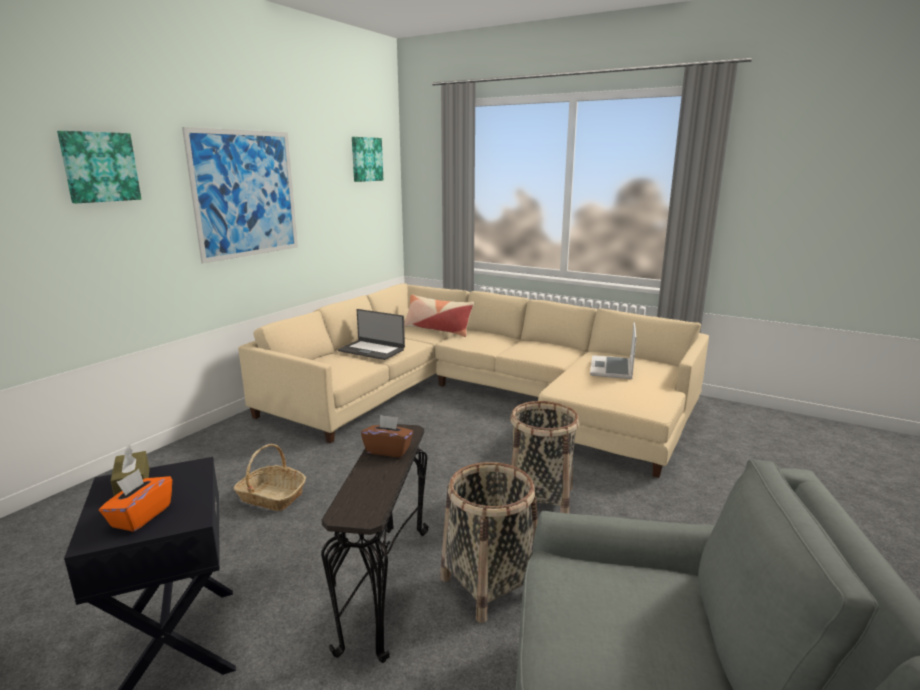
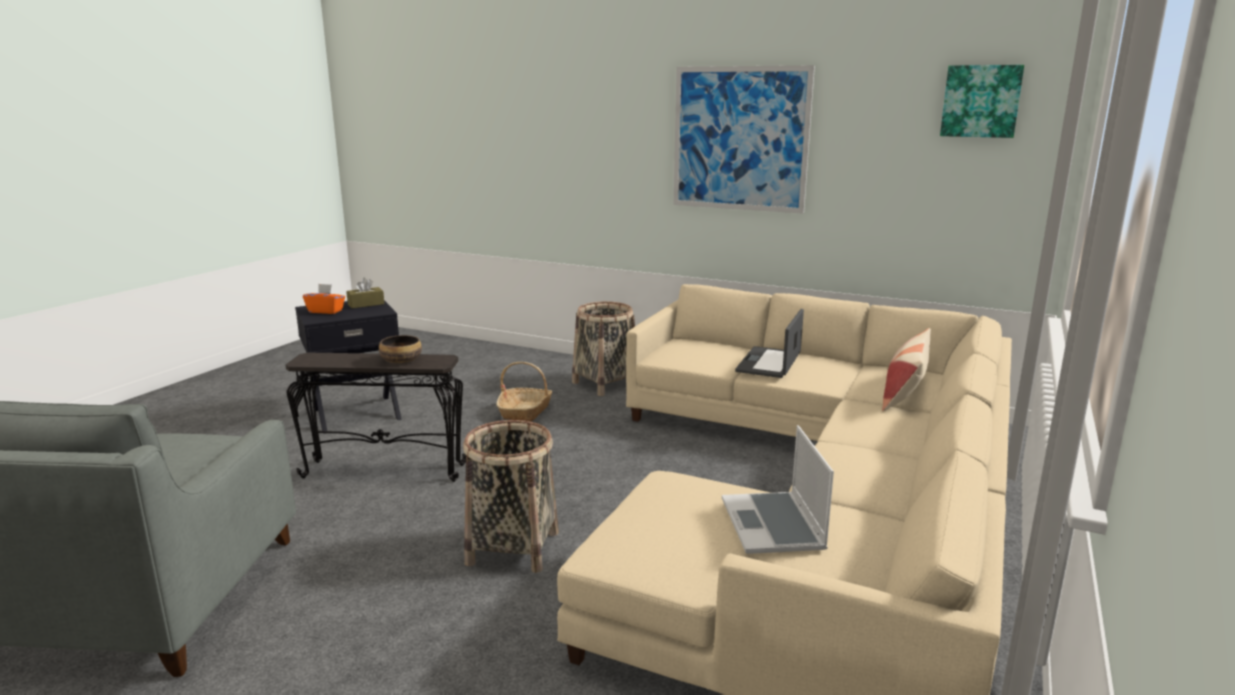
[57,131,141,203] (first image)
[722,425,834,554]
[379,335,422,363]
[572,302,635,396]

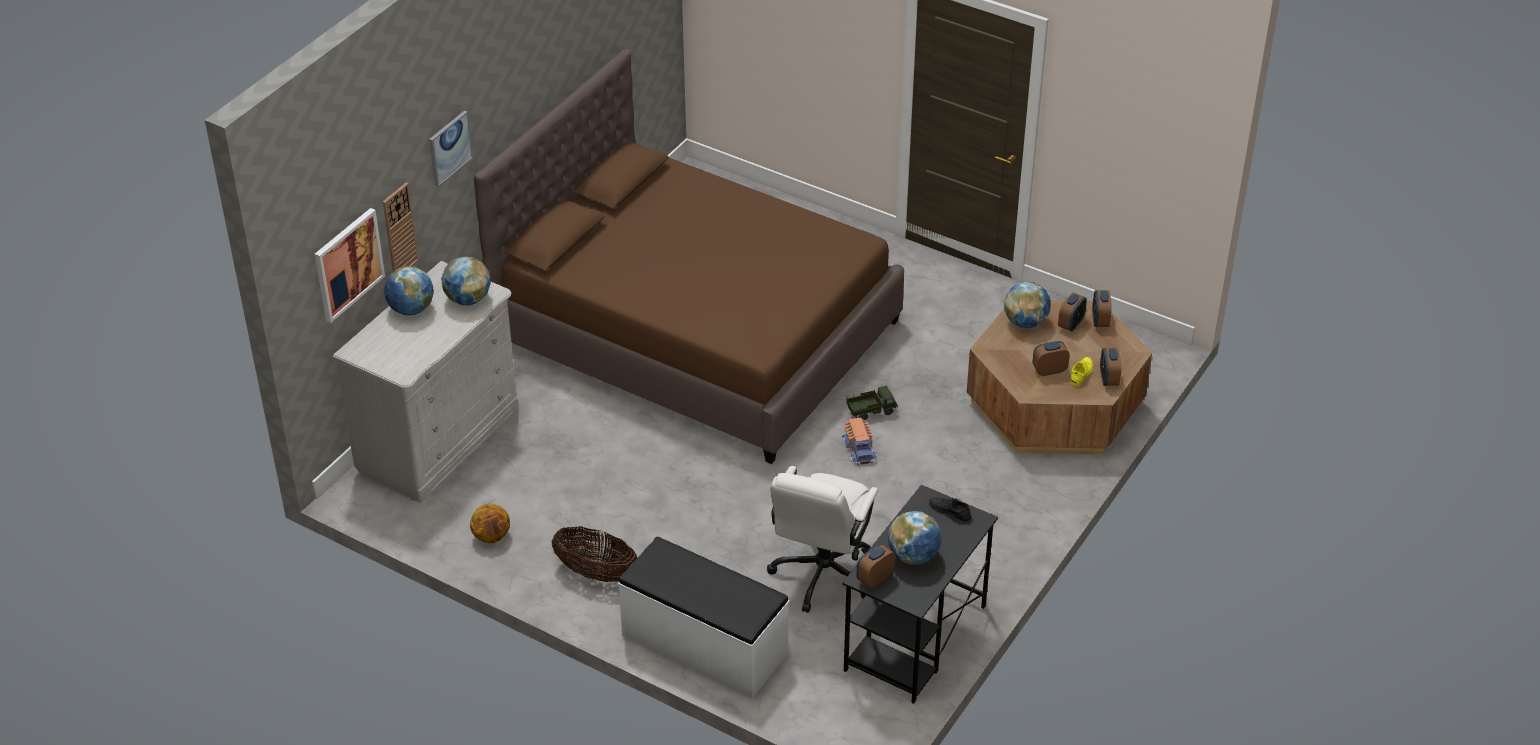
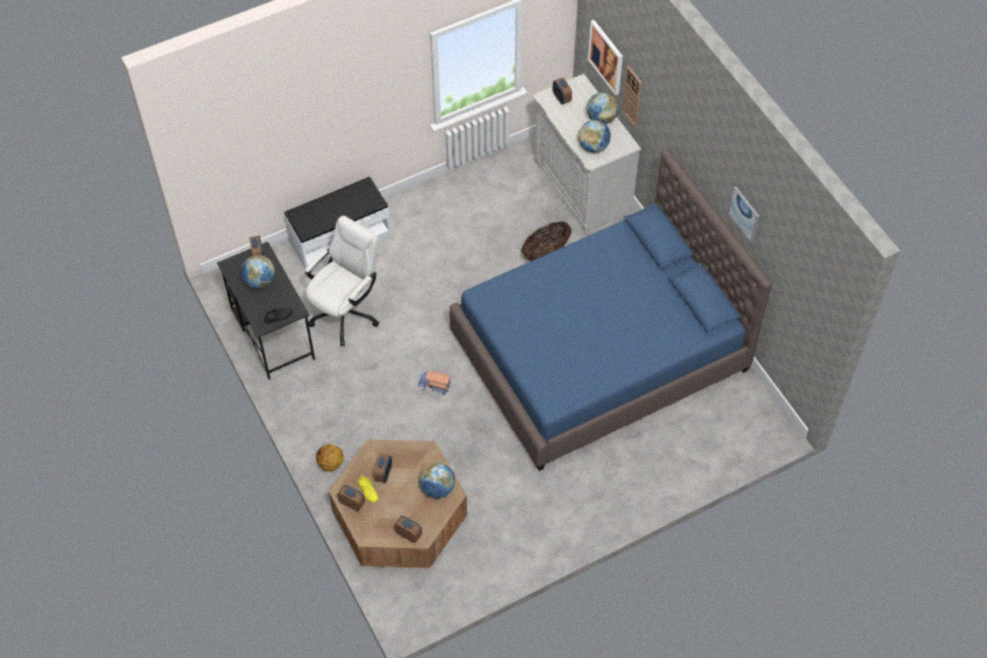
[450,148,772,471]
[728,187,759,242]
[553,77,572,104]
[847,386,898,420] (first image)
[305,216,379,346]
[316,444,344,472]
[522,222,571,261]

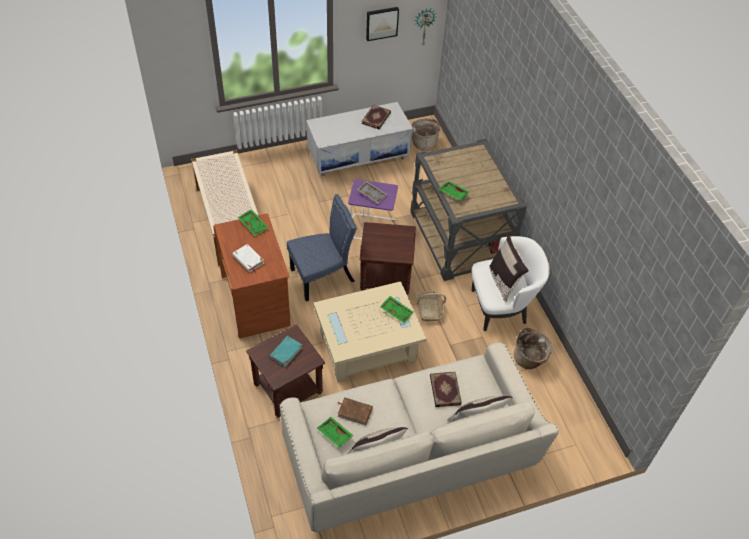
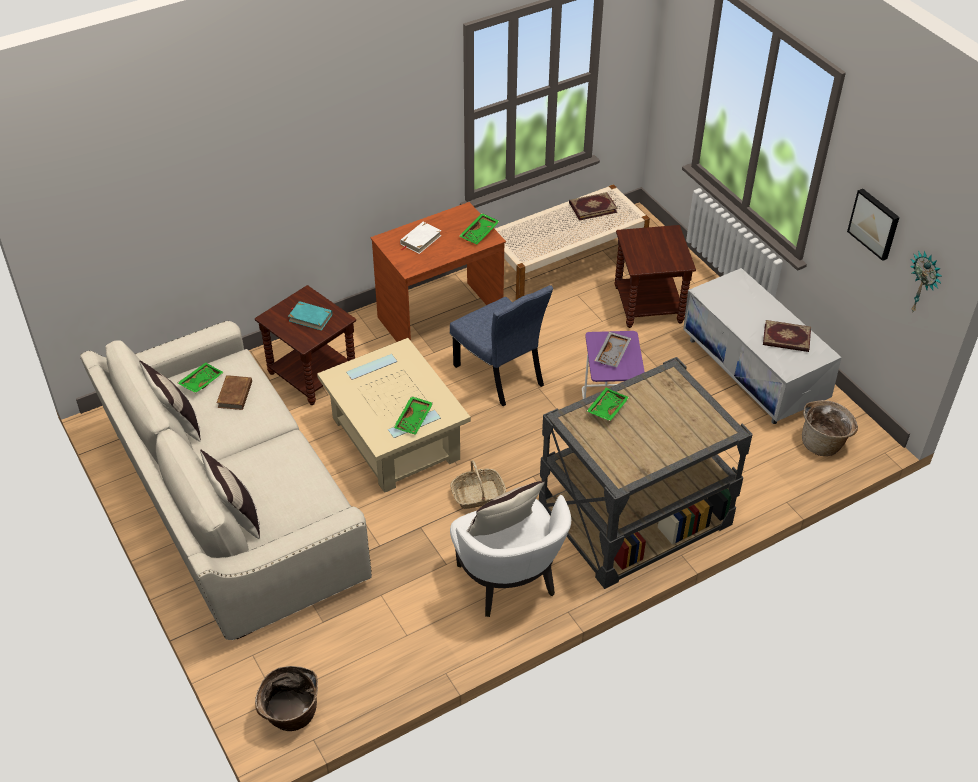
[614,225,696,328]
[255,666,318,731]
[569,192,618,221]

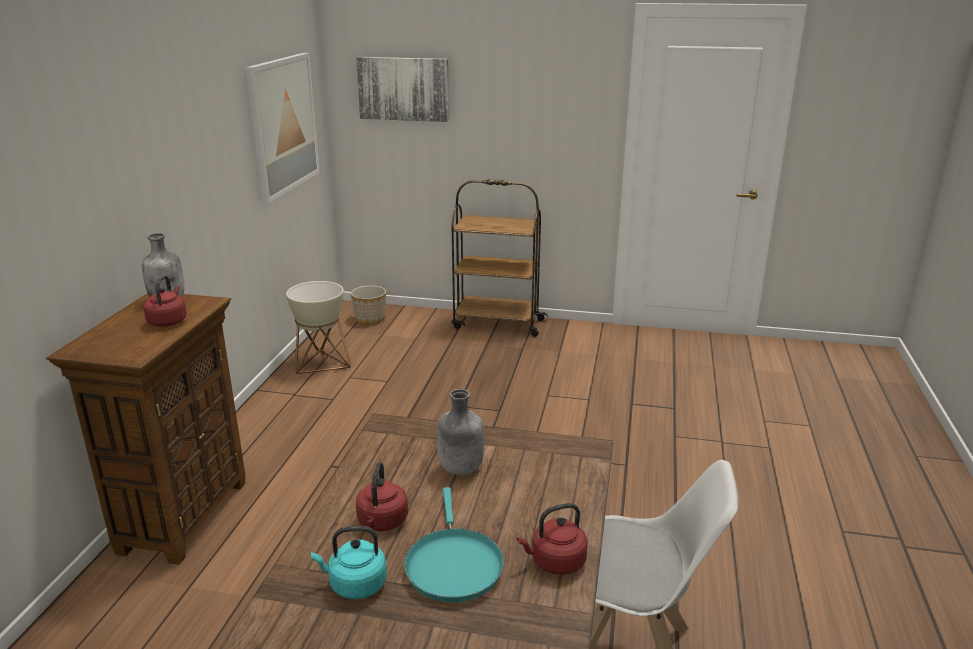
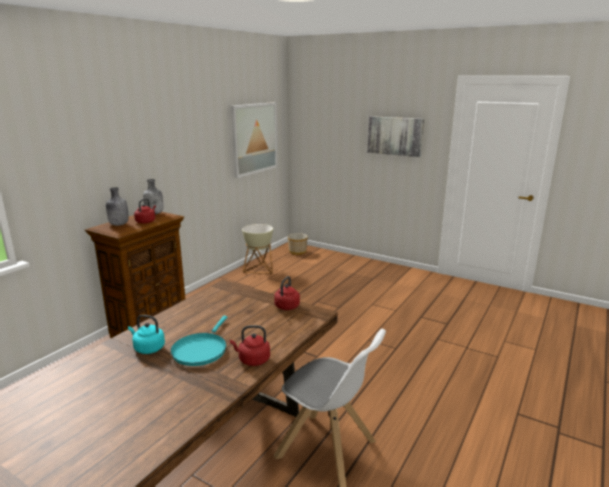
[367,116,424,157]
[451,179,548,337] (first image)
[106,187,129,226]
[274,276,300,310]

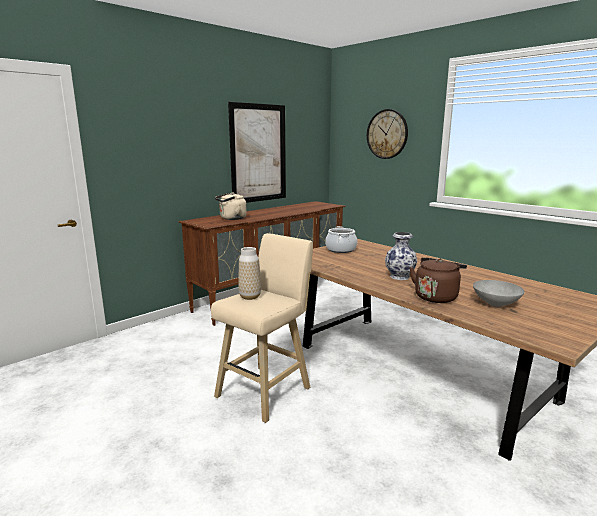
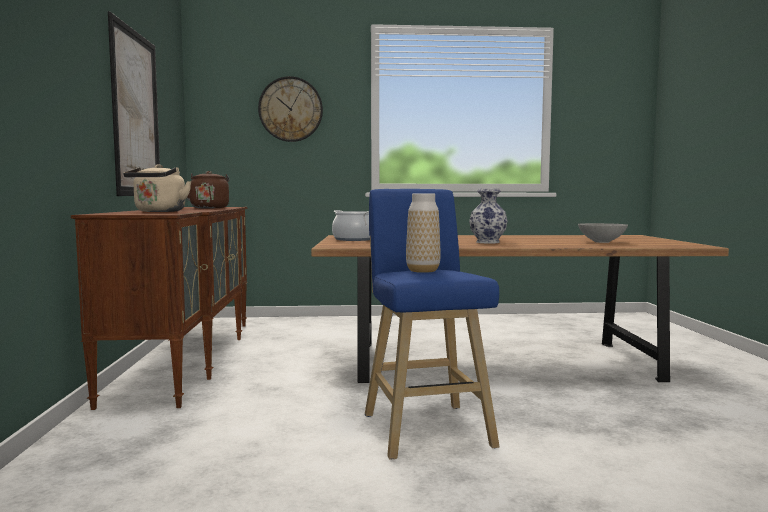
[365,189,500,460]
[187,171,229,208]

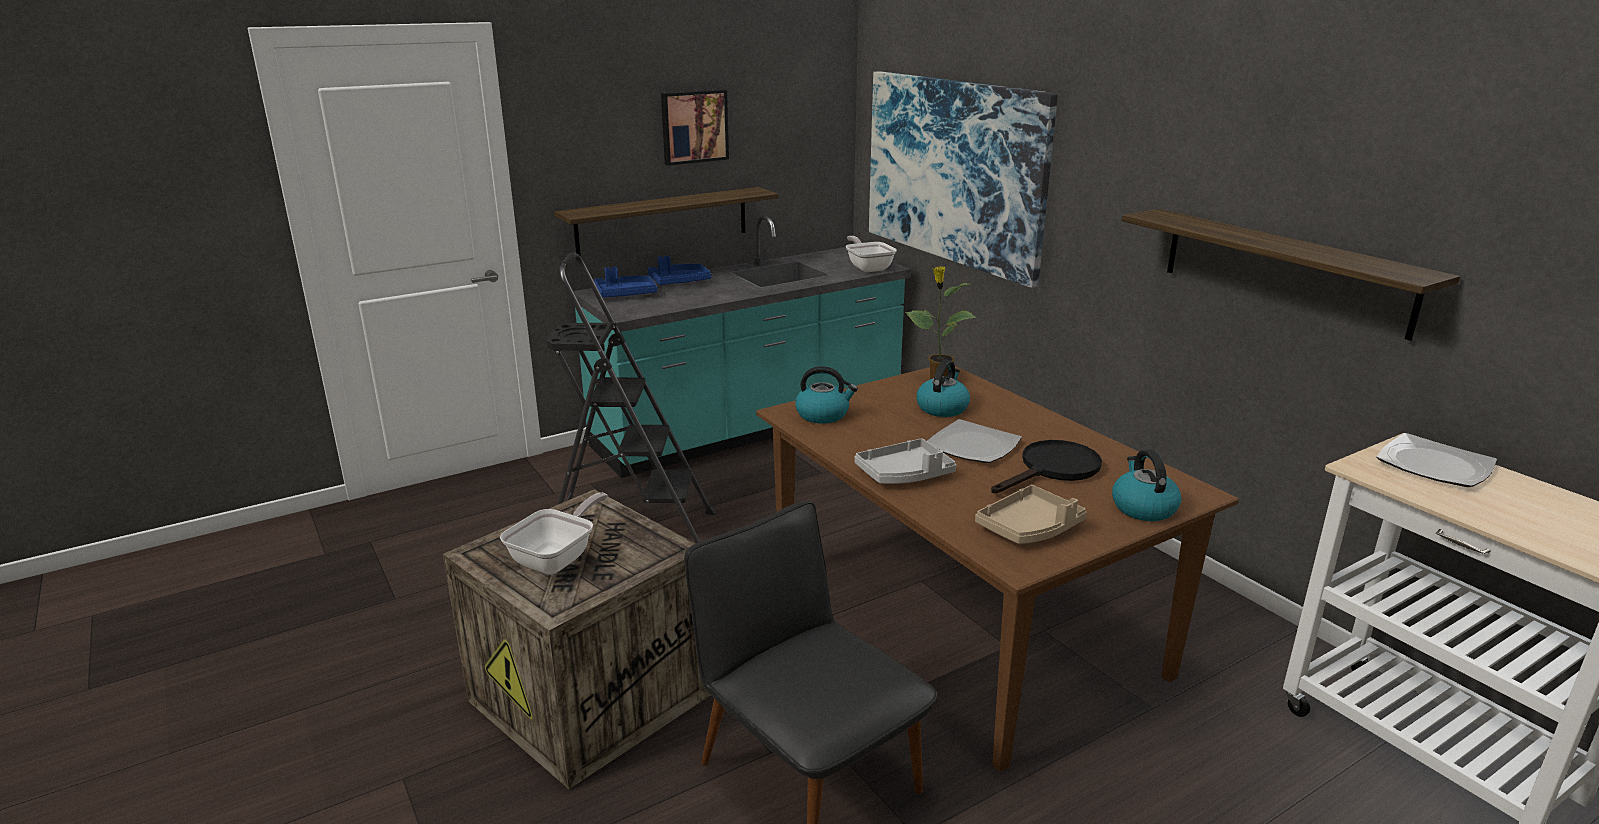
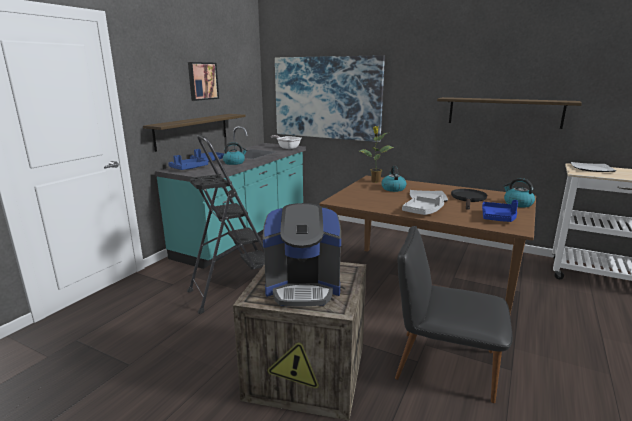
[223,142,247,165]
[482,200,518,222]
[263,203,341,306]

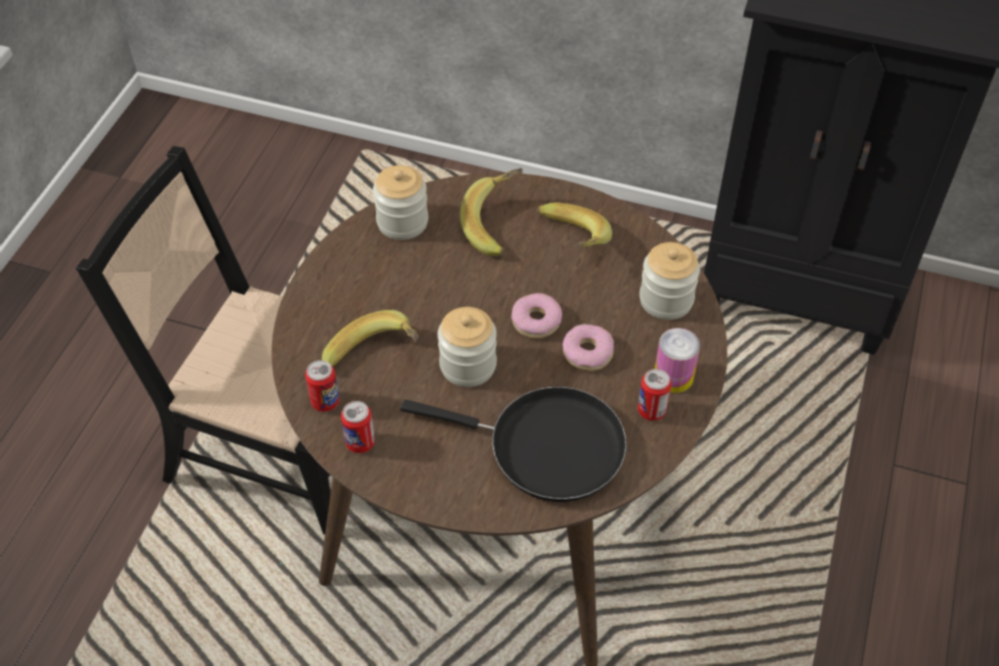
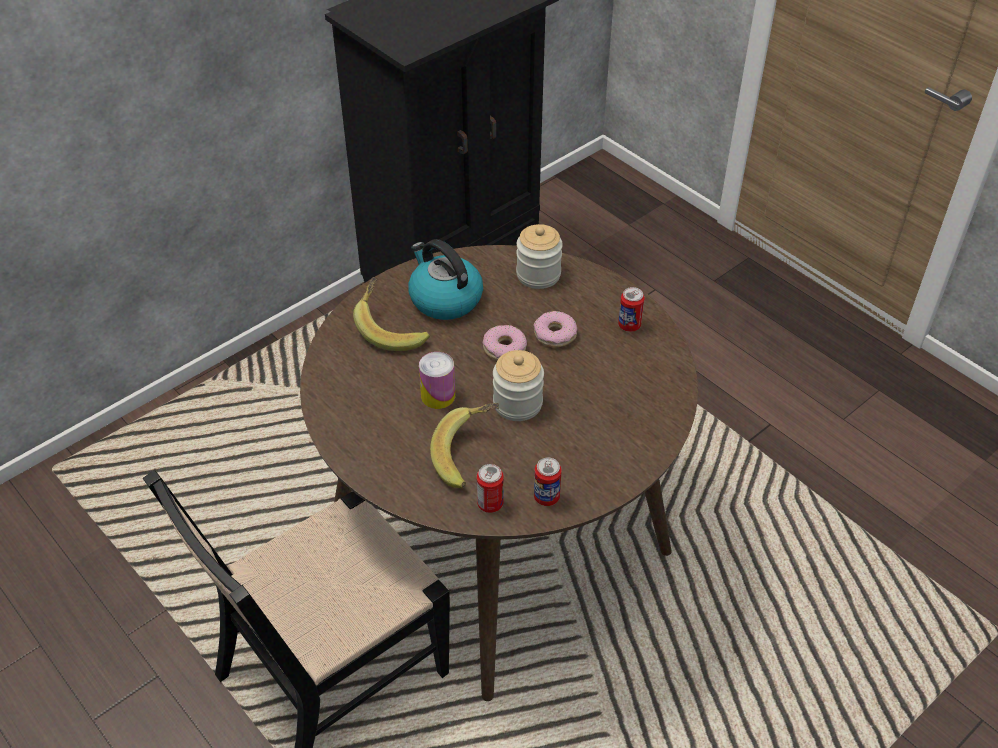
[373,165,428,240] (first image)
[408,239,483,320]
[419,352,455,409]
[400,387,627,502] (first image)

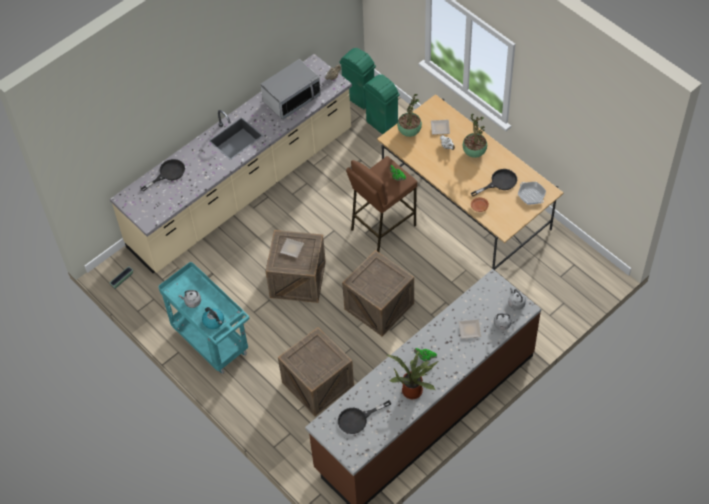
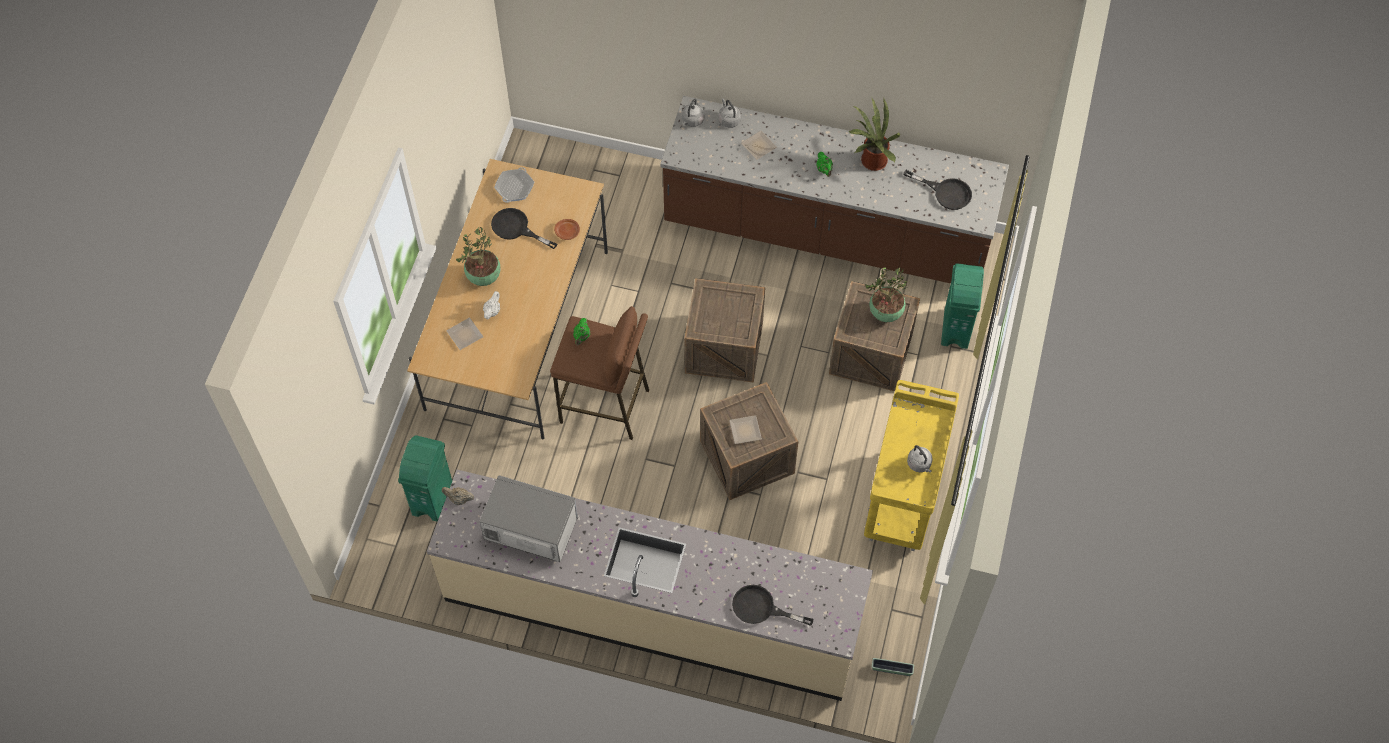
[941,263,984,349]
[865,267,908,322]
[864,380,959,551]
[202,307,224,329] (first image)

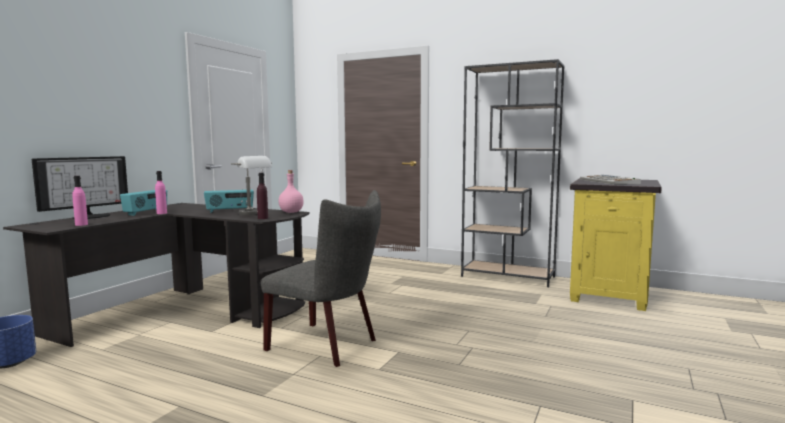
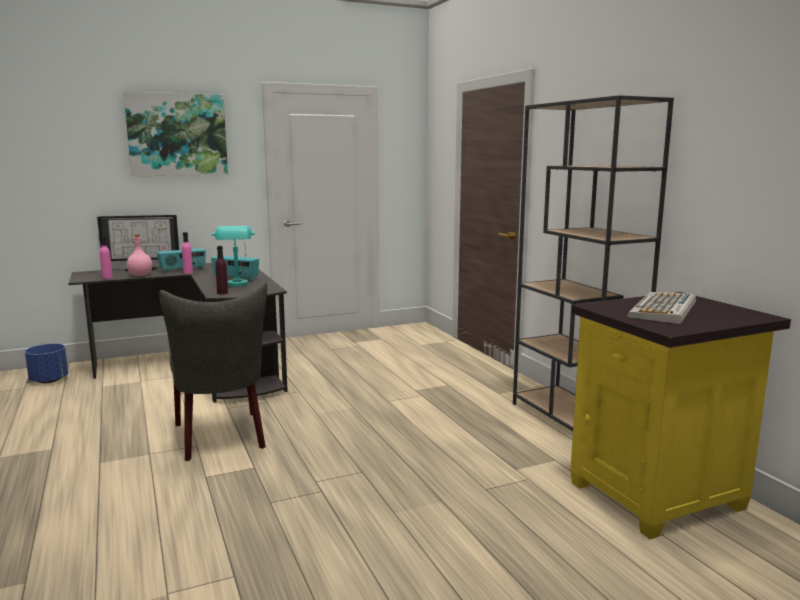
[212,226,255,287]
[127,234,152,276]
[124,91,228,176]

